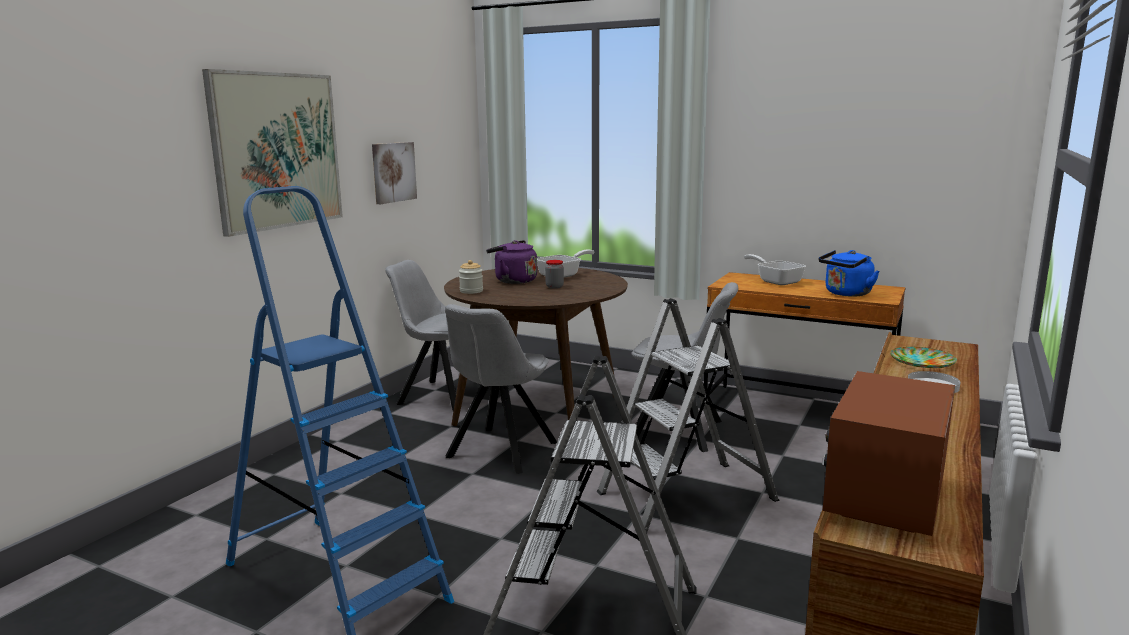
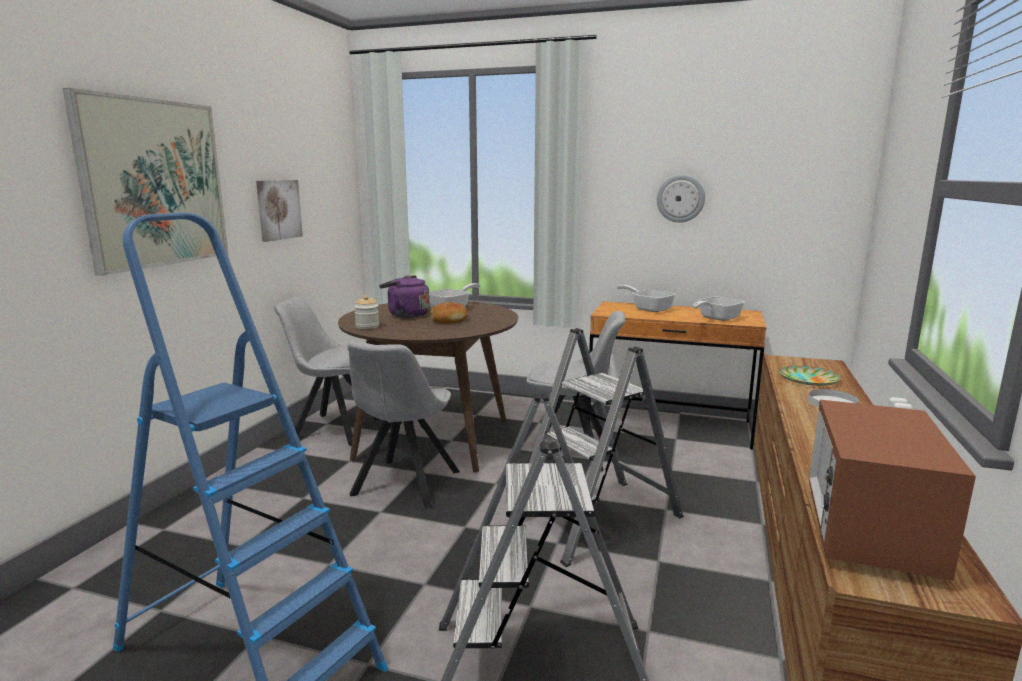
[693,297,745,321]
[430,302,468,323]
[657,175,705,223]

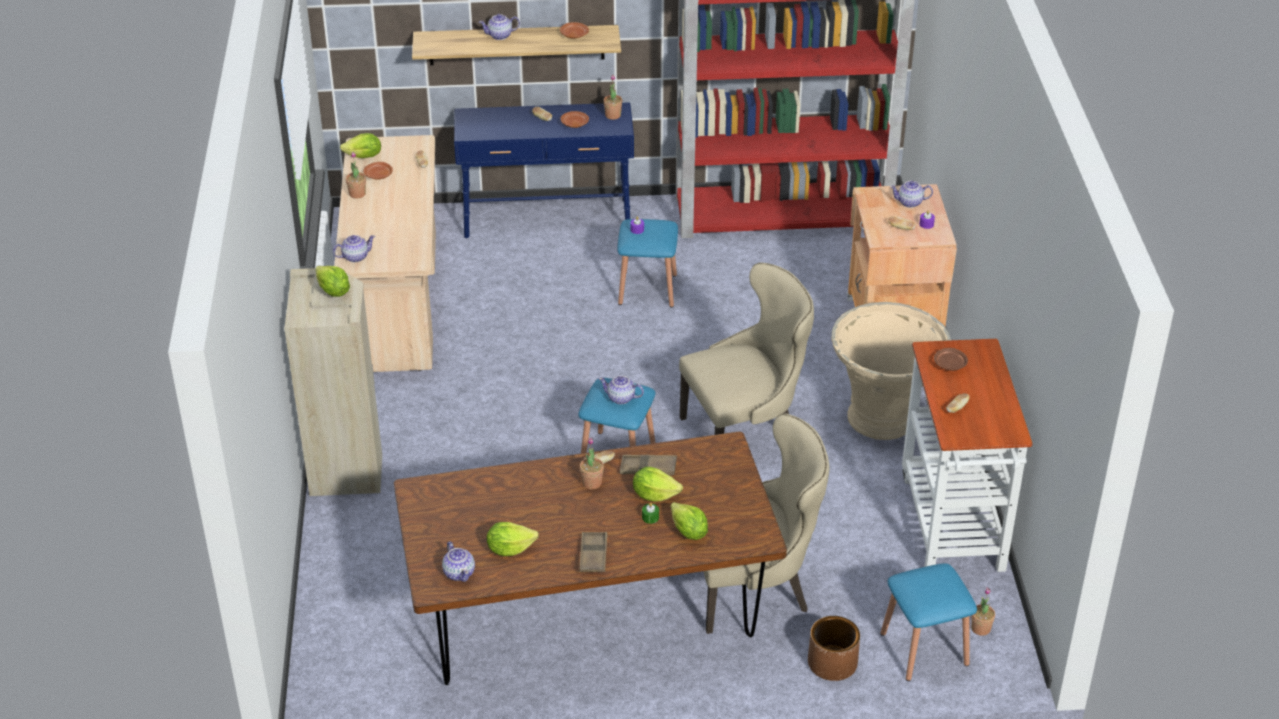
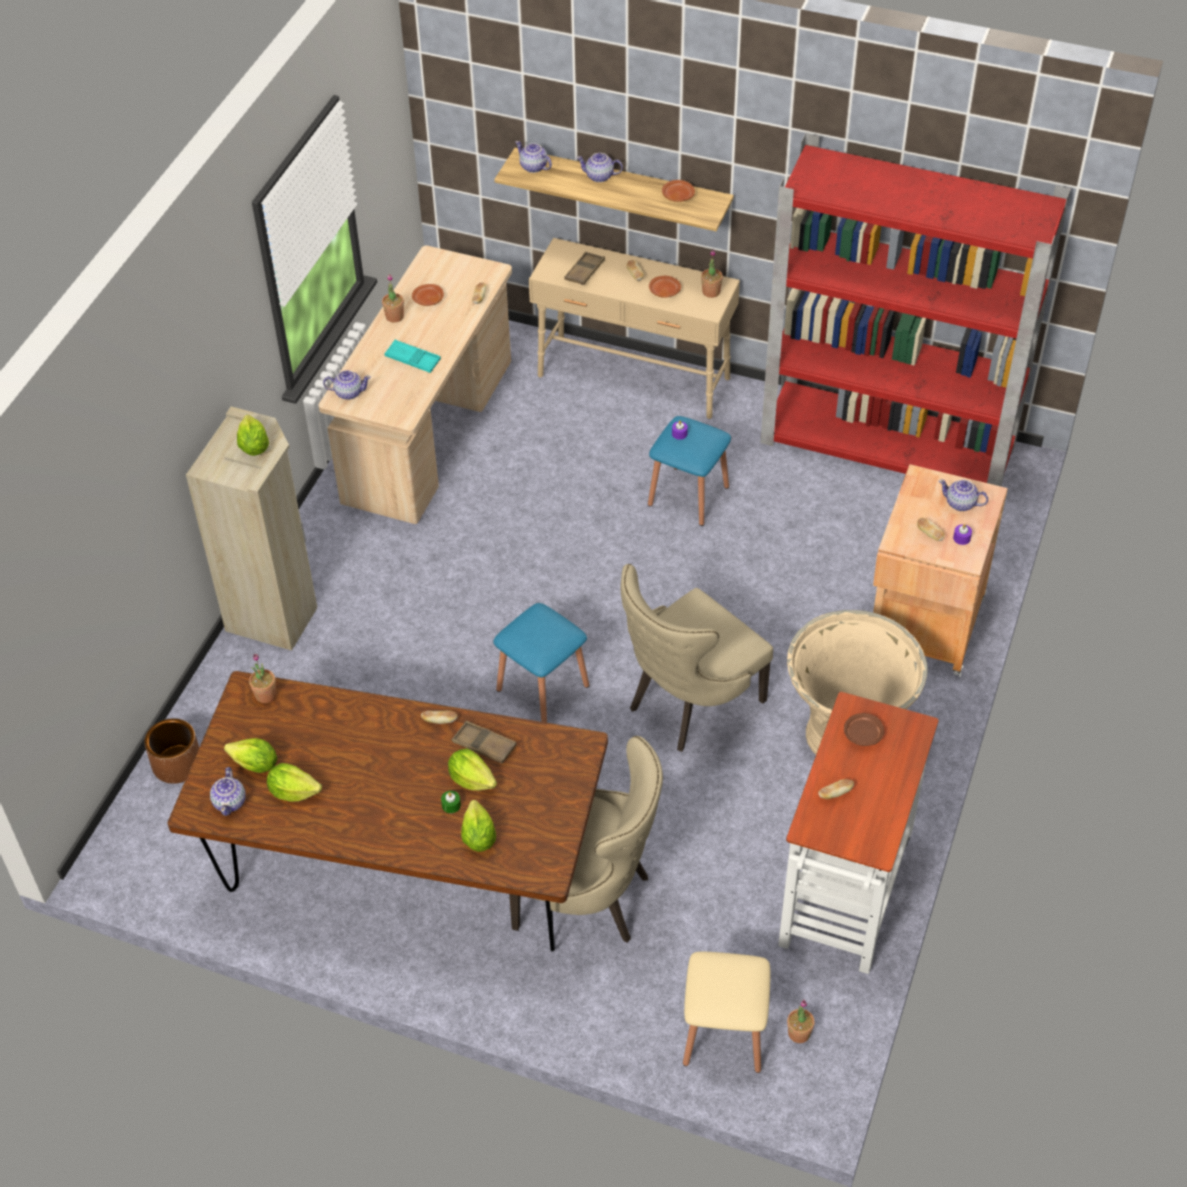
[529,238,740,419]
[224,738,277,773]
[621,564,773,752]
[515,141,552,173]
[249,654,276,703]
[564,252,605,285]
[683,952,770,1073]
[144,718,199,784]
[385,340,441,373]

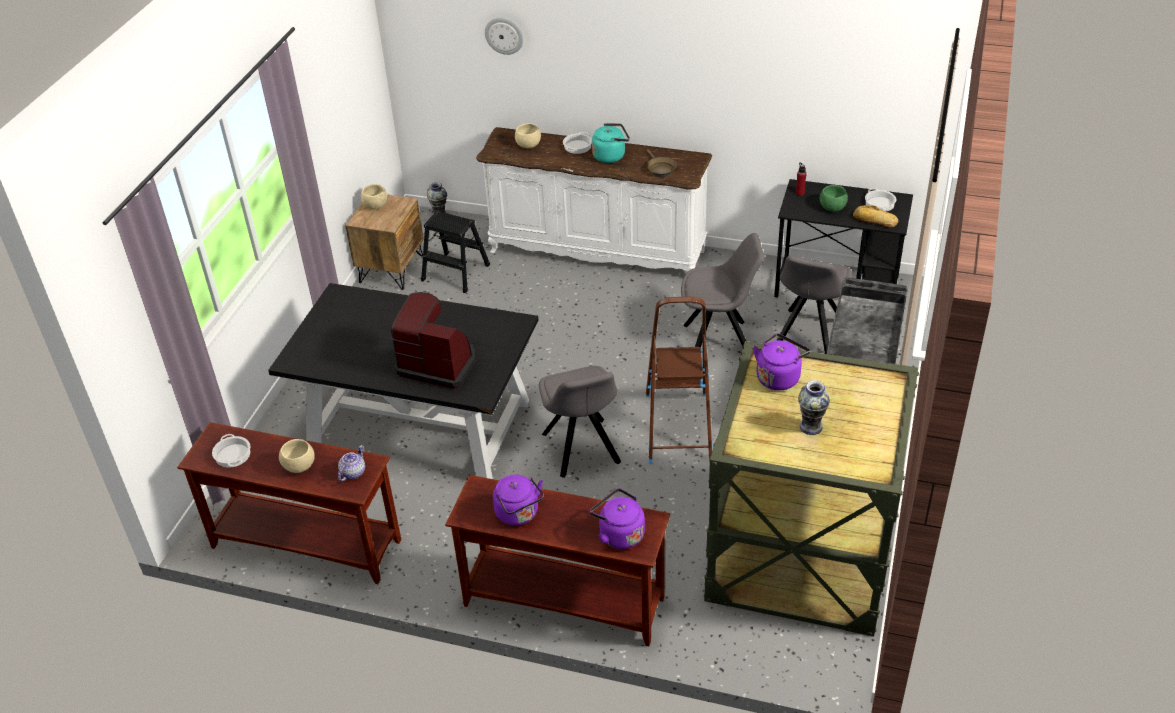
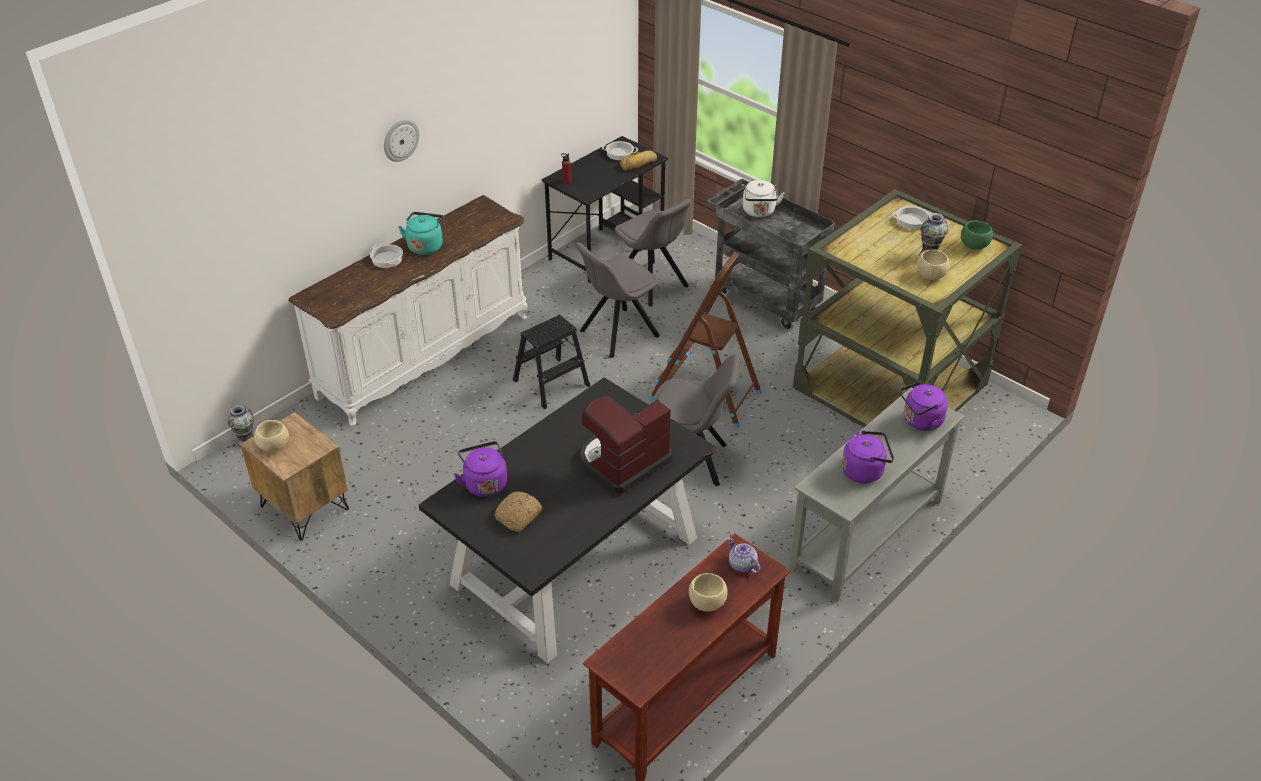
[384,119,419,162]
[917,249,950,280]
[646,149,677,177] (first image)
[961,220,993,250]
[513,314,590,409]
[576,242,659,358]
[454,441,507,497]
[892,206,932,230]
[788,388,965,602]
[743,180,784,217]
[495,491,542,532]

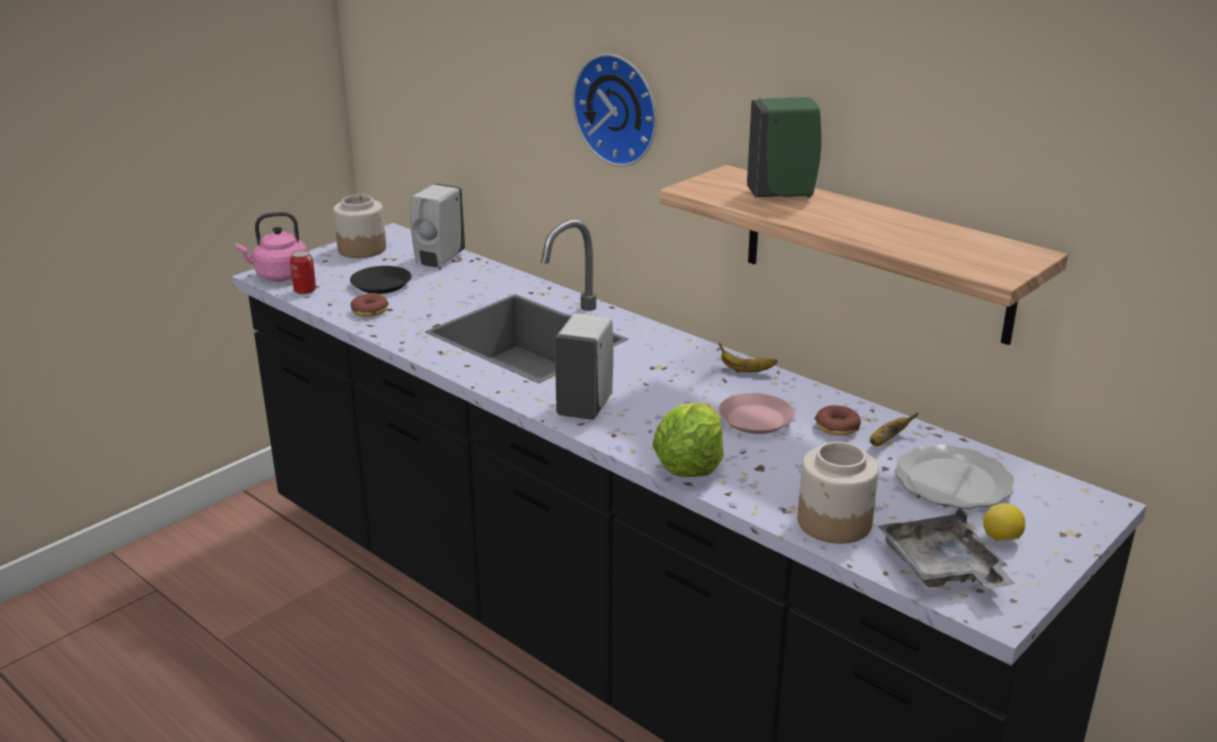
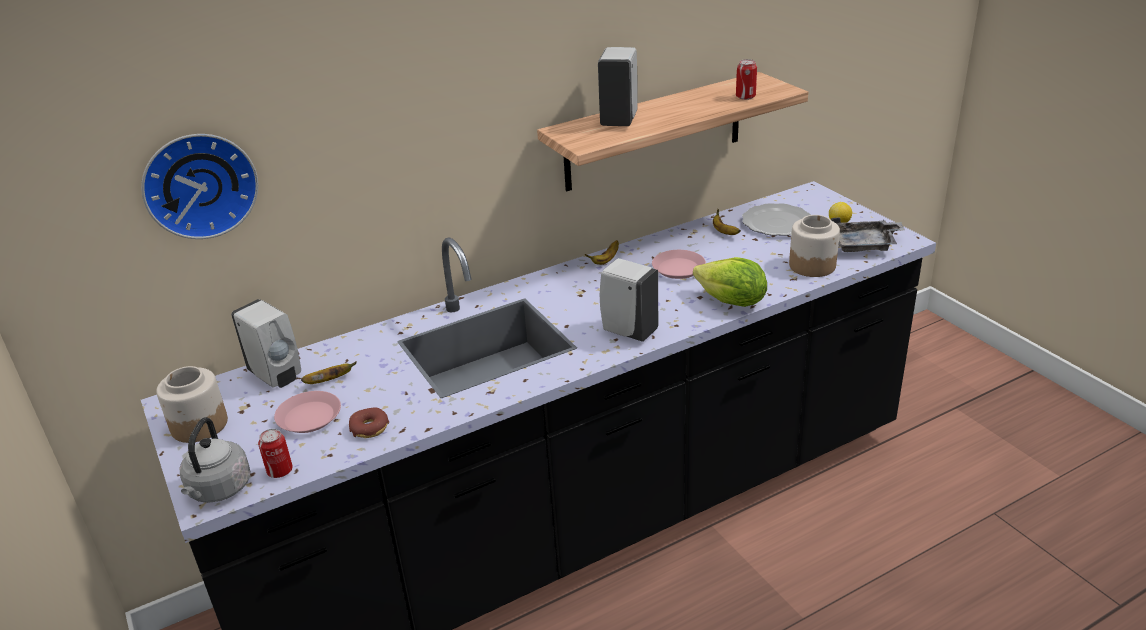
[141,134,258,239]
[598,47,638,126]
[180,417,251,503]
[274,391,341,433]
[815,405,861,436] (first image)
[736,59,757,100]
[301,361,357,384]

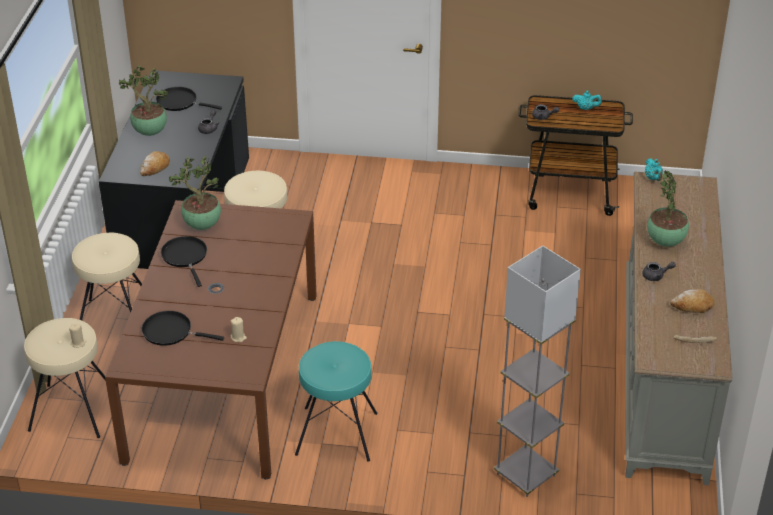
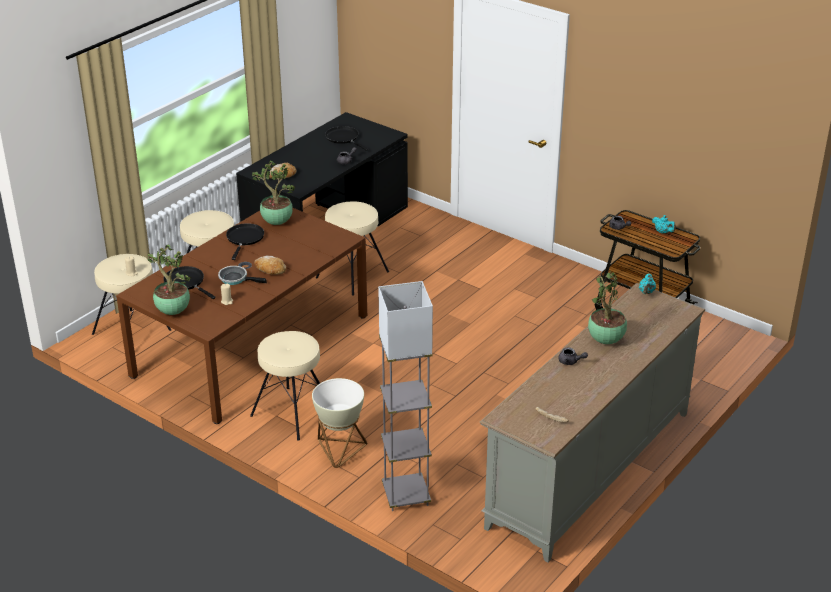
[147,244,191,315]
[254,255,286,275]
[250,331,320,441]
[218,266,267,285]
[312,378,367,468]

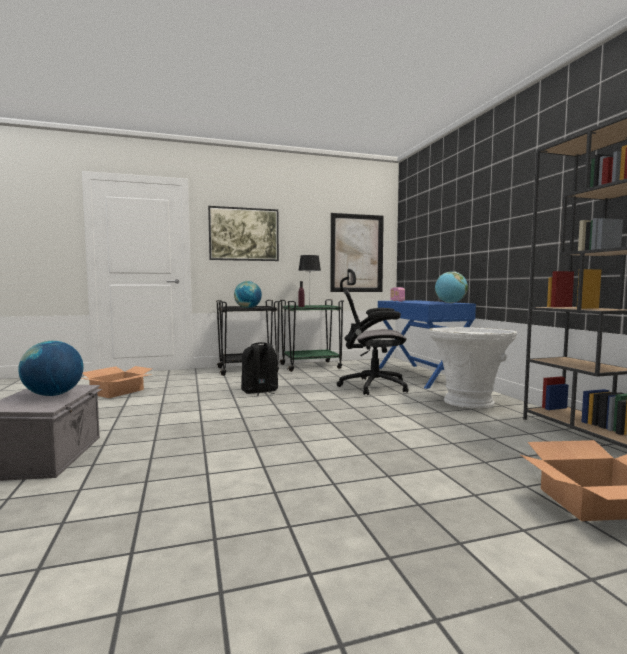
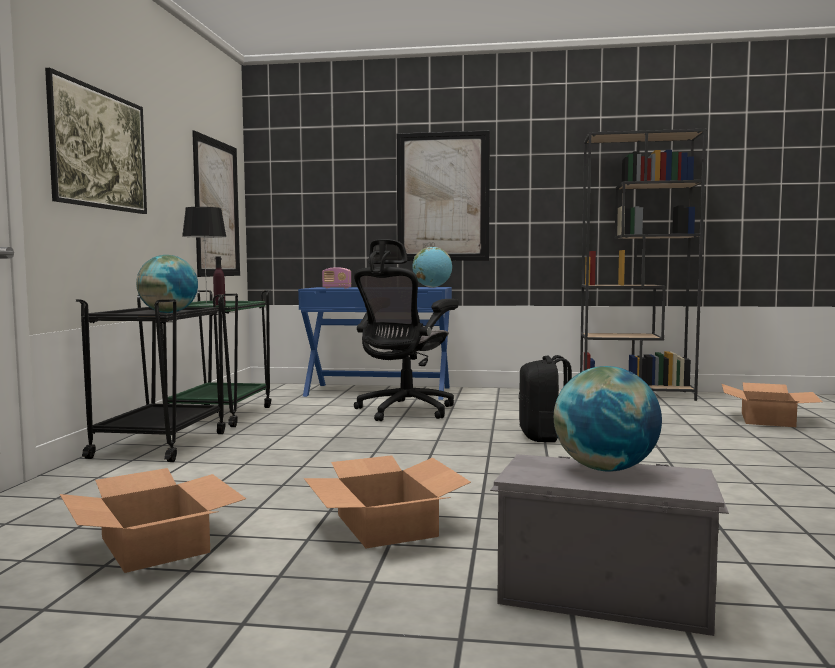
[428,327,518,409] (first image)
[519,355,572,442]
[397,130,490,261]
[304,455,471,548]

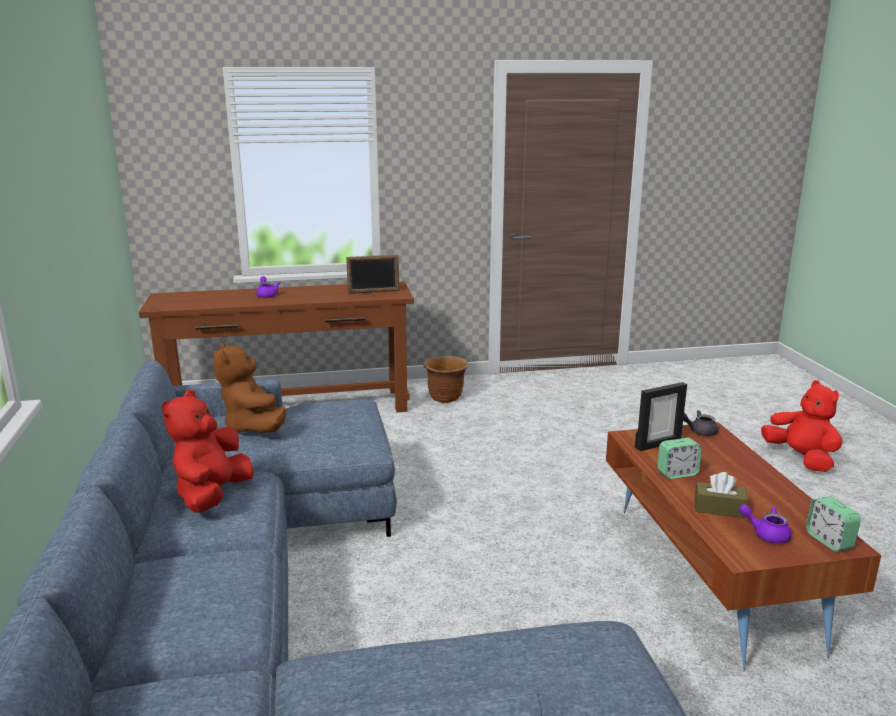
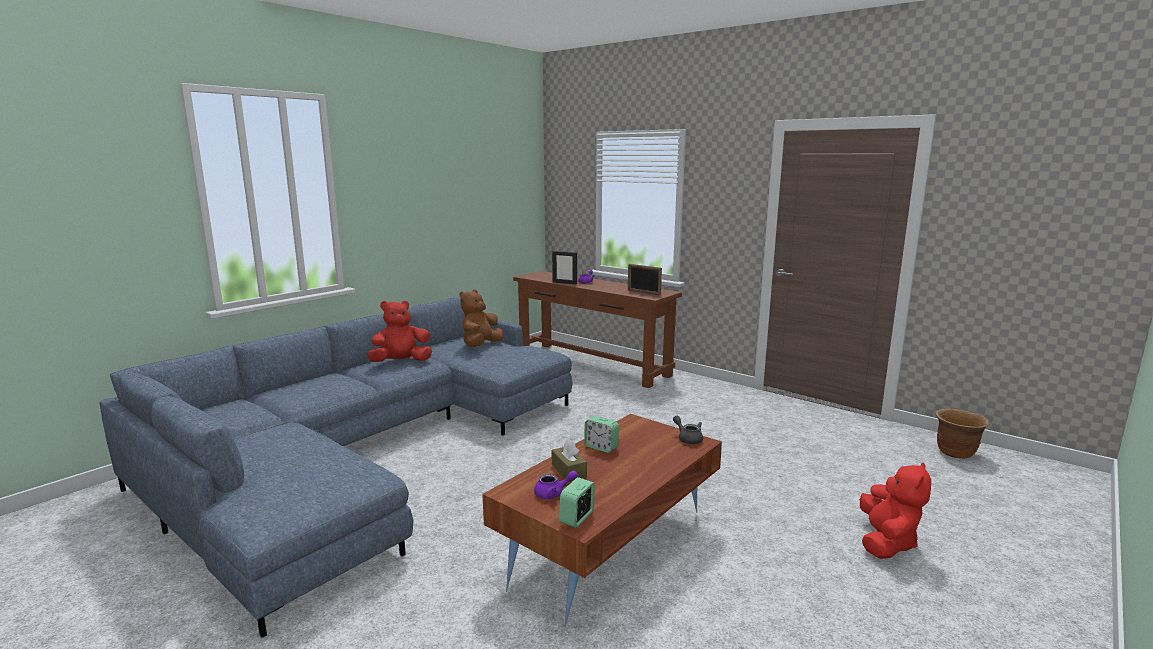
[935,409,990,459]
[552,251,577,284]
[534,471,578,499]

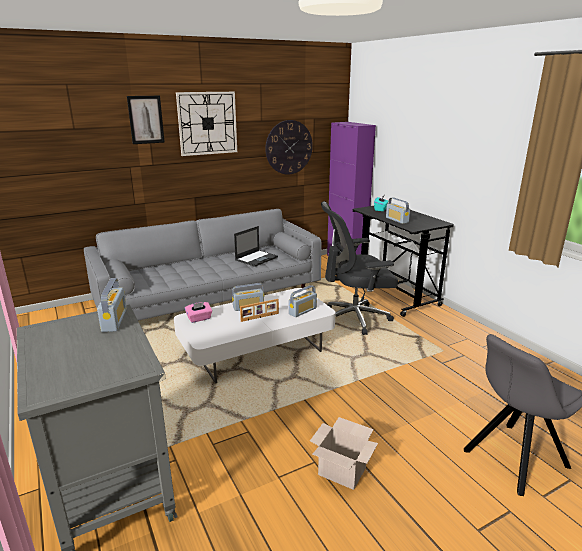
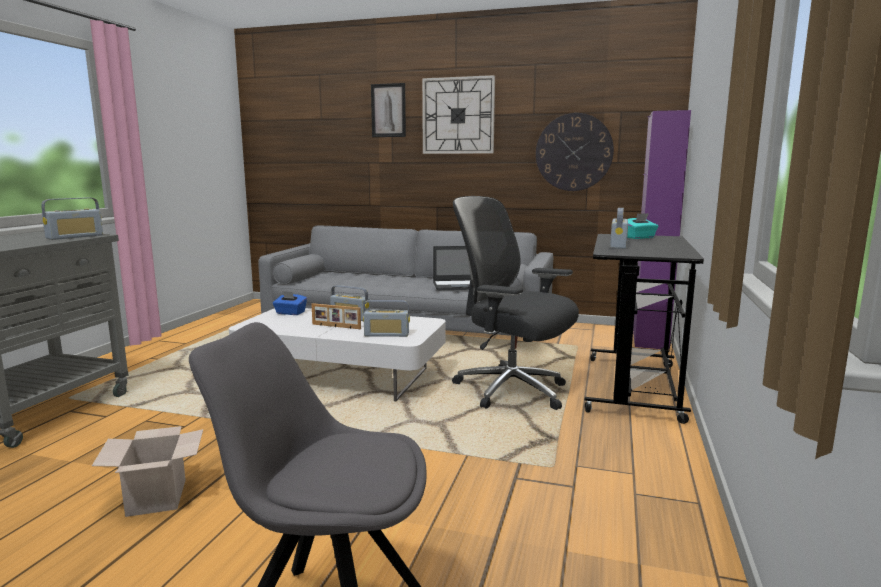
[273,291,307,315]

